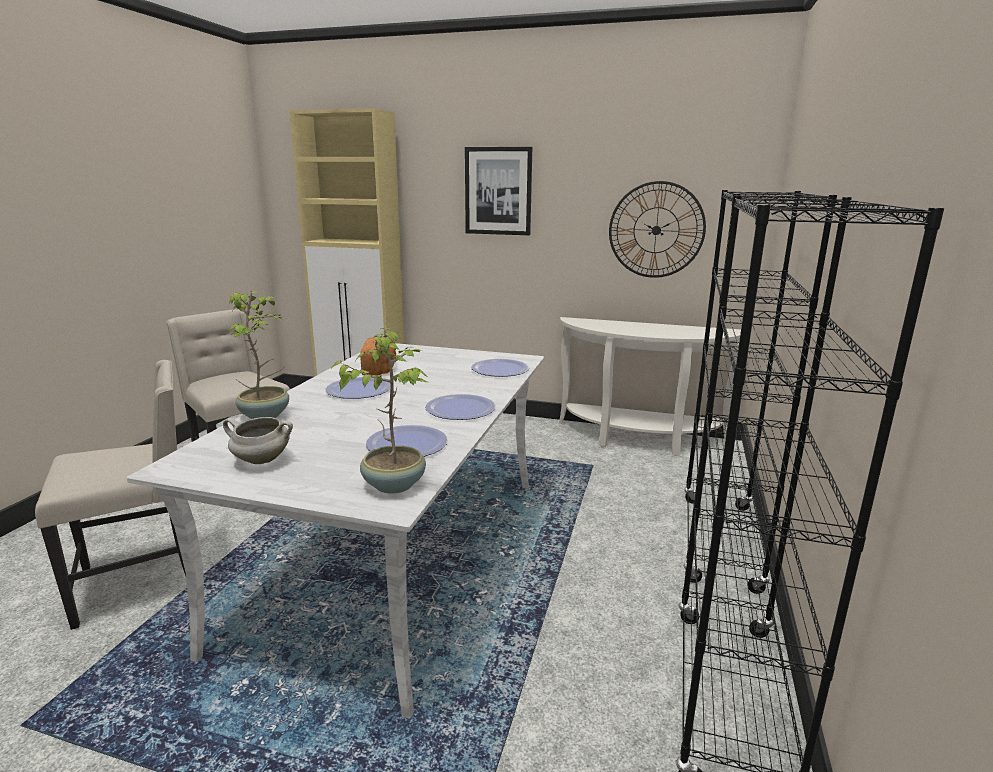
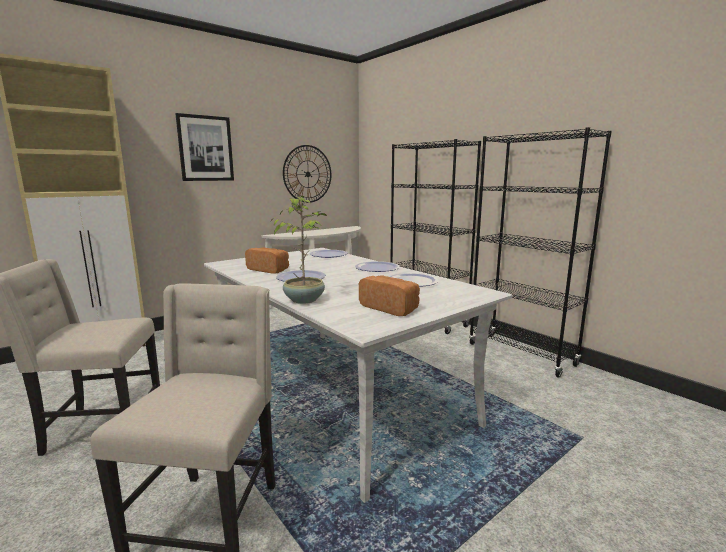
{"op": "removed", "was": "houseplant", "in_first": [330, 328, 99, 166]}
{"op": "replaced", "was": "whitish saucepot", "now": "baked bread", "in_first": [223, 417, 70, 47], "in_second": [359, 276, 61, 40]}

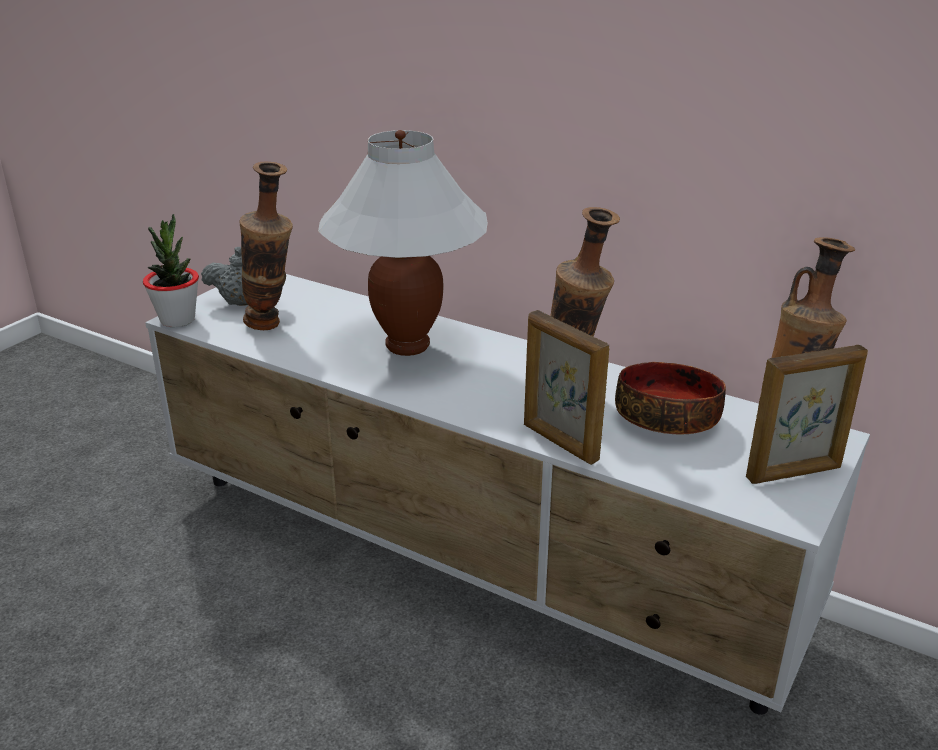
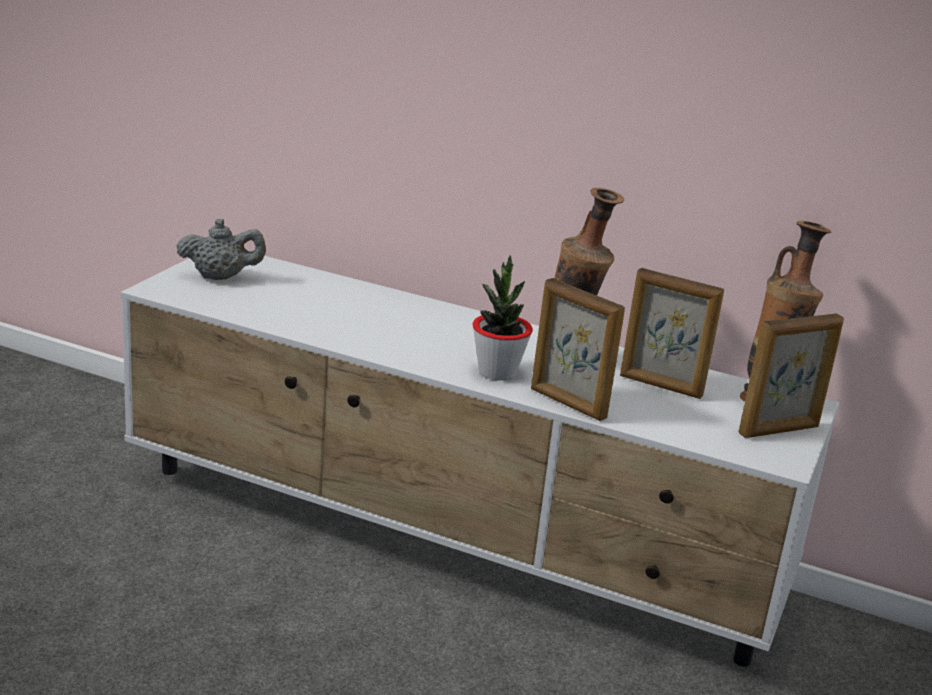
{"op": "removed", "was": "decorative vase", "in_first": [239, 162, 54, 168]}
{"op": "removed", "was": "whitish table lamp", "in_first": [318, 130, 170, 226]}
{"op": "moved", "was": "houseplant", "in_first": [143, 214, 56, 113], "in_second": [472, 255, 61, 126]}
{"op": "replaced", "was": "serving bowl", "now": "standing frame", "in_first": [615, 362, 111, 72], "in_second": [620, 268, 104, 131]}

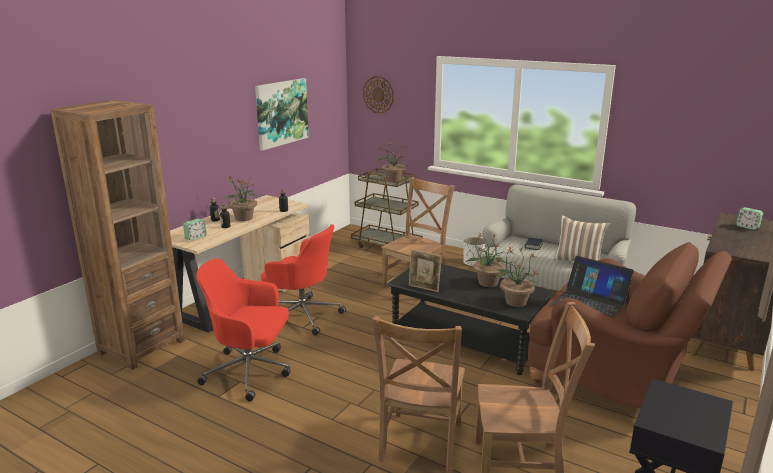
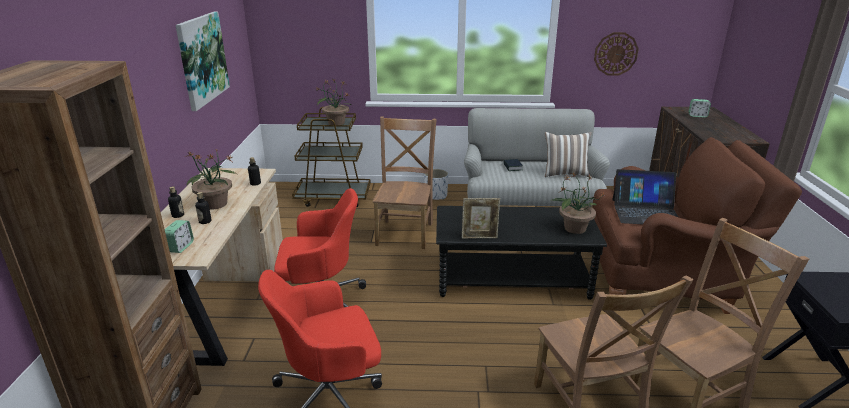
{"op": "removed", "was": "houseplant", "in_first": [466, 233, 45, 54]}
{"op": "moved", "was": "wall clock", "in_first": [363, 76, 31, 38], "in_second": [594, 32, 45, 44]}

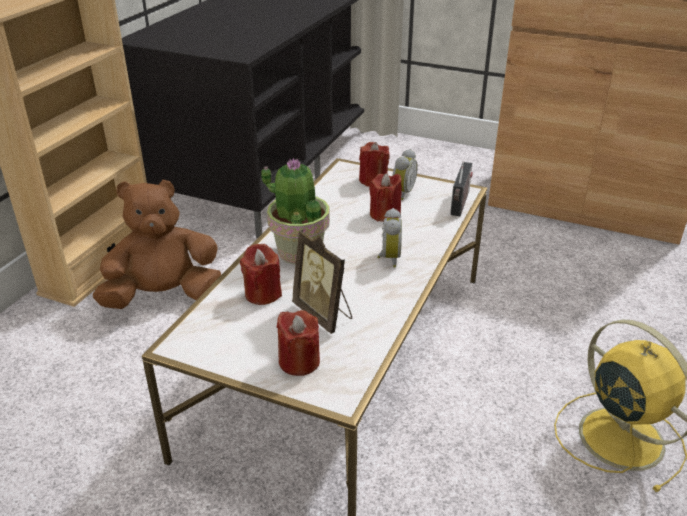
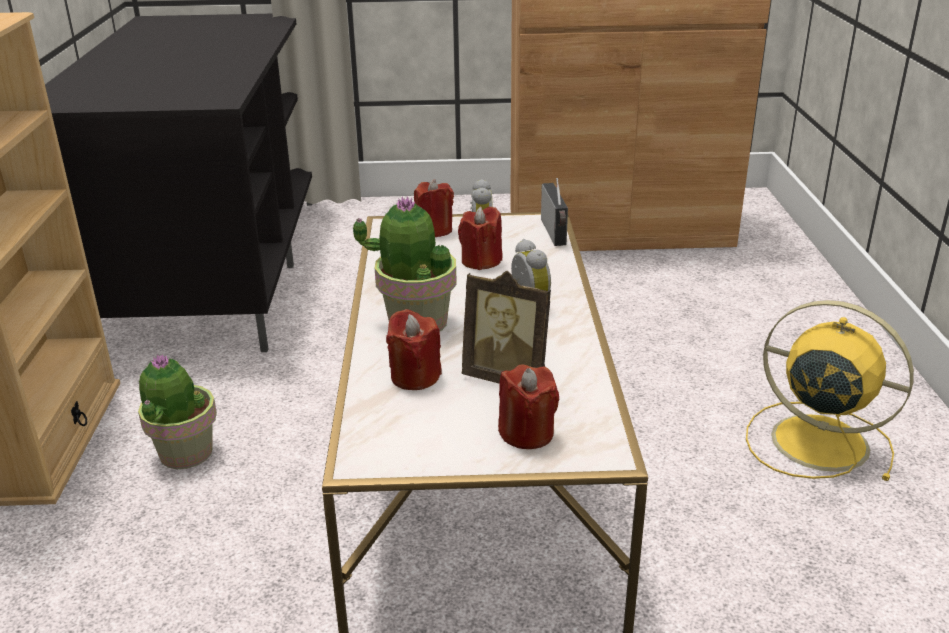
{"op": "replaced", "was": "brownish soft toy", "now": "houseplant", "in_first": [93, 180, 128, 129], "in_second": [138, 354, 79, 115]}

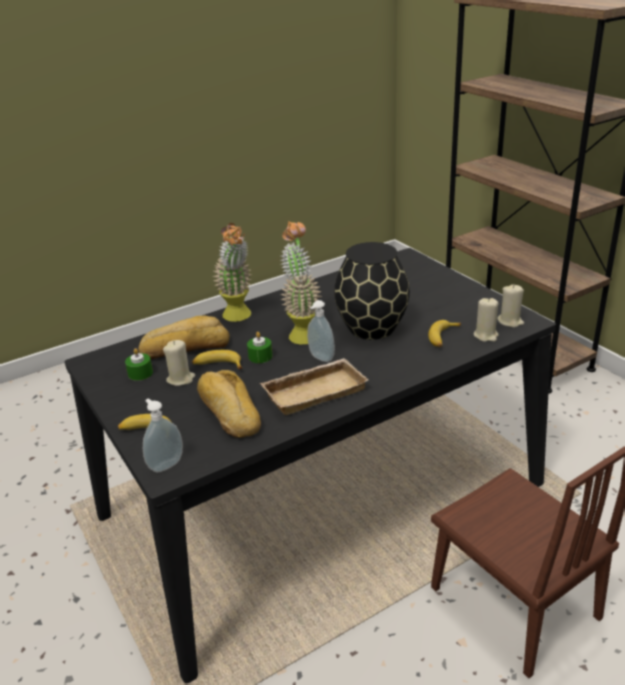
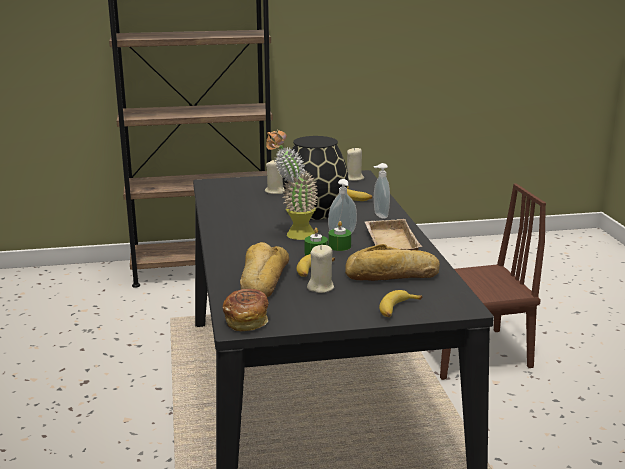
{"op": "removed", "was": "houseplant", "in_first": [213, 223, 38, 99]}
{"op": "added", "now": "baked bread", "in_second": [222, 289, 47, 42]}
{"op": "moved", "was": "green wax candle", "in_first": [125, 348, 28, 33], "in_second": [328, 221, 23, 30]}
{"op": "moved", "was": "soap bottle", "in_first": [143, 399, 40, 73], "in_second": [373, 163, 17, 56]}
{"op": "moved", "was": "sand-coloured wax candle", "in_first": [474, 298, 25, 44], "in_second": [265, 159, 20, 35]}

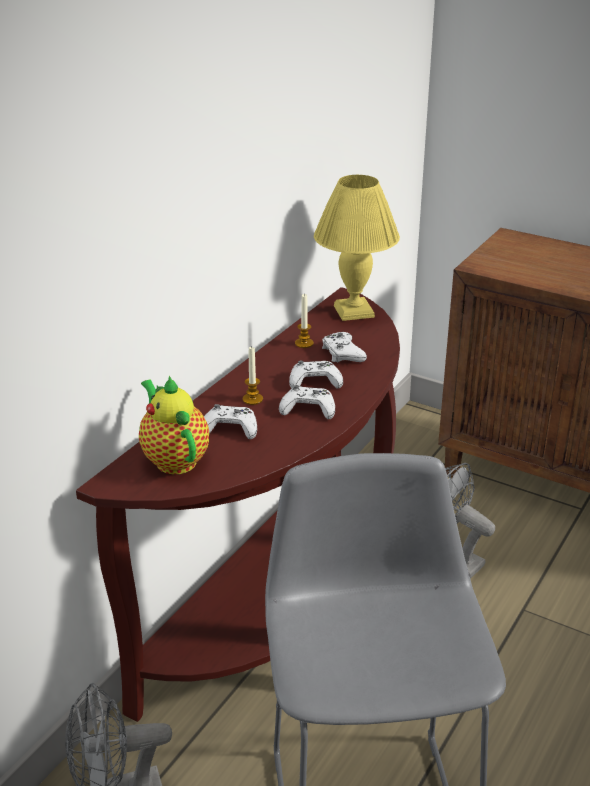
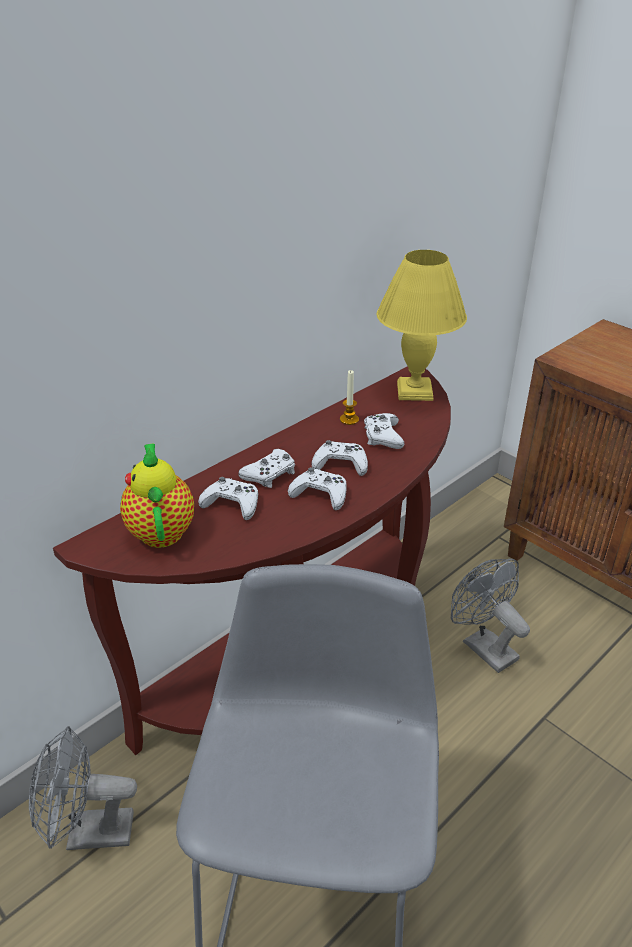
{"op": "replaced", "was": "wax candle", "now": "whitish gamepad", "in_first": [243, 346, 20, 59], "in_second": [238, 449, 57, 39]}

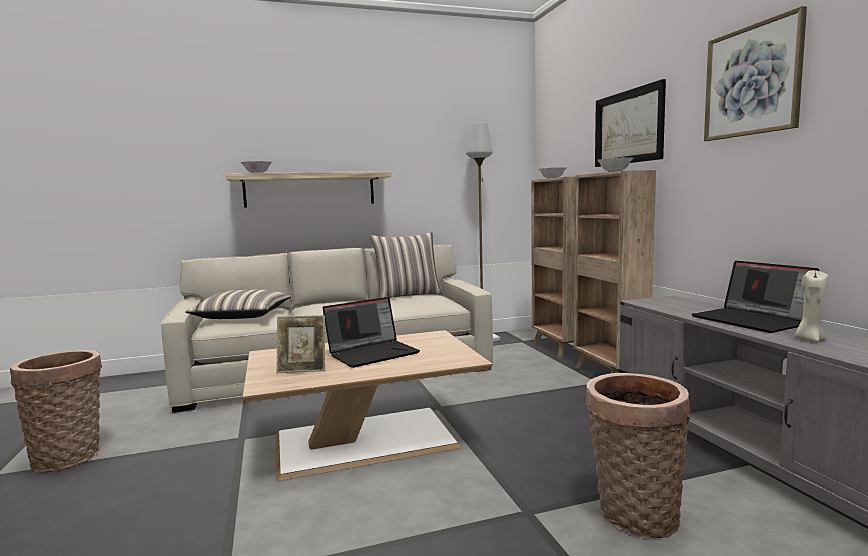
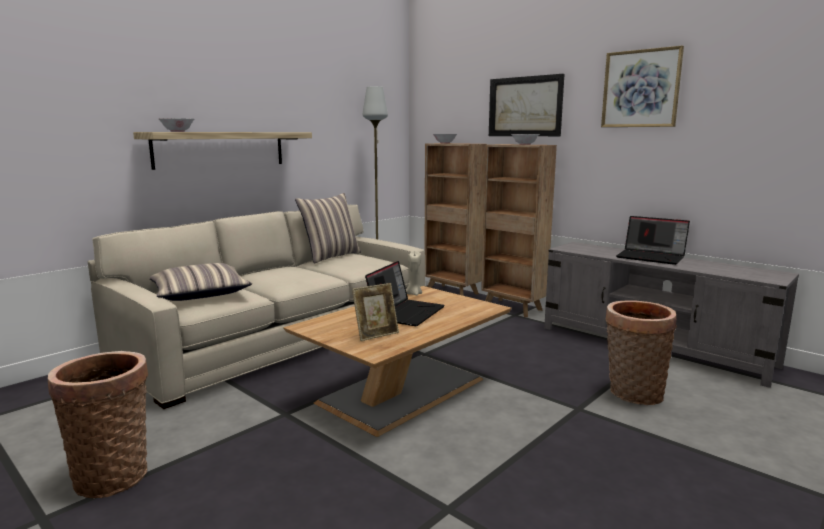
{"op": "moved", "was": "sand-coloured wax candle", "in_first": [795, 270, 33, 72], "in_second": [406, 251, 16, 44]}

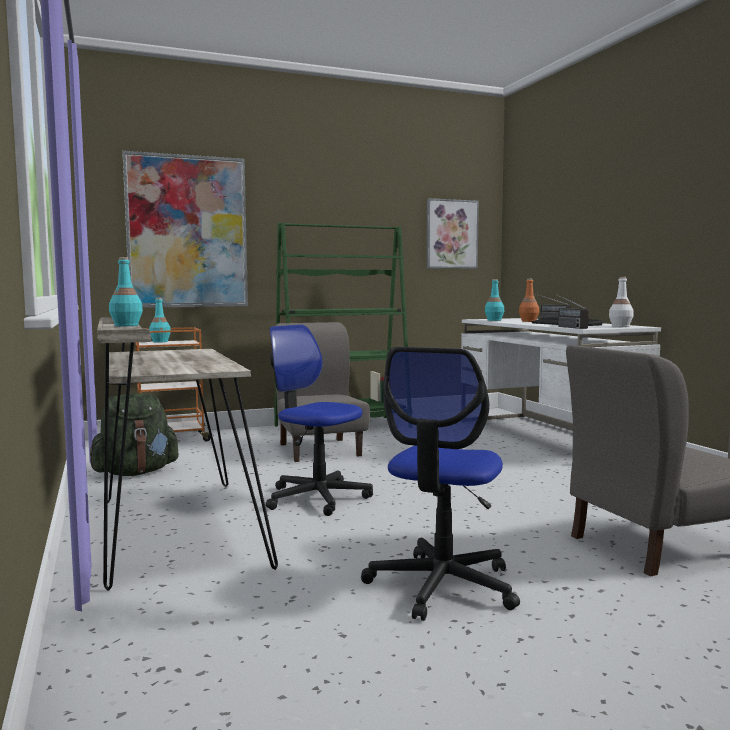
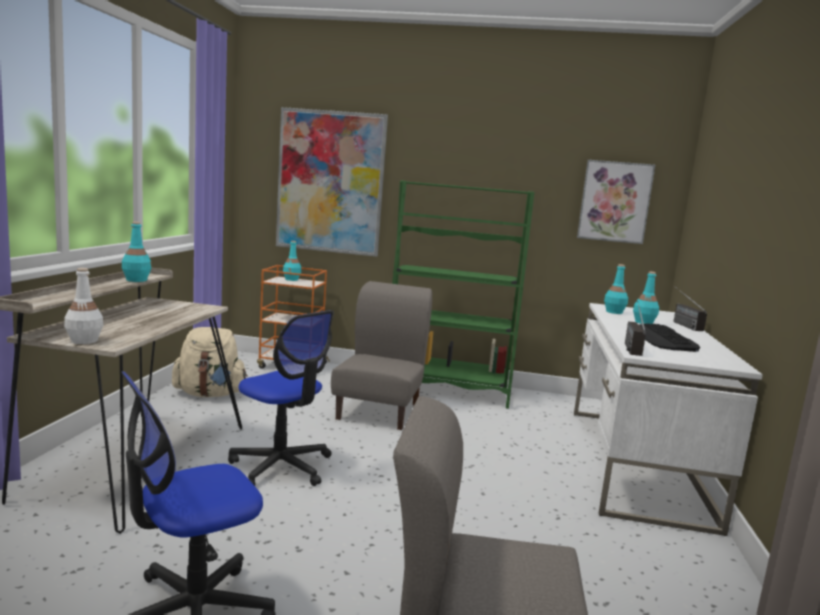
{"op": "moved", "was": "whitish bottle", "in_first": [609, 277, 25, 50], "in_second": [64, 268, 39, 76]}
{"op": "recoloured", "was": "green rucksack", "now": "sand-coloured rucksack", "in_first": [90, 393, 90, 83], "in_second": [172, 327, 76, 70]}
{"op": "recoloured", "was": "orange bottle", "now": "turquoise bottle", "in_first": [519, 279, 20, 43], "in_second": [633, 271, 26, 53]}
{"op": "turned", "was": "computer chair", "in_first": [265, 325, 108, 191], "in_second": [228, 310, 106, 176], "clockwise": 150}

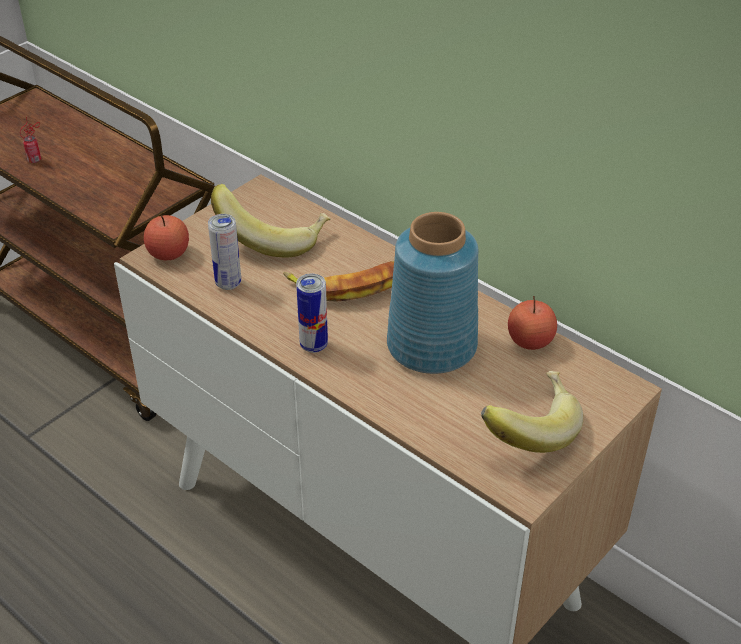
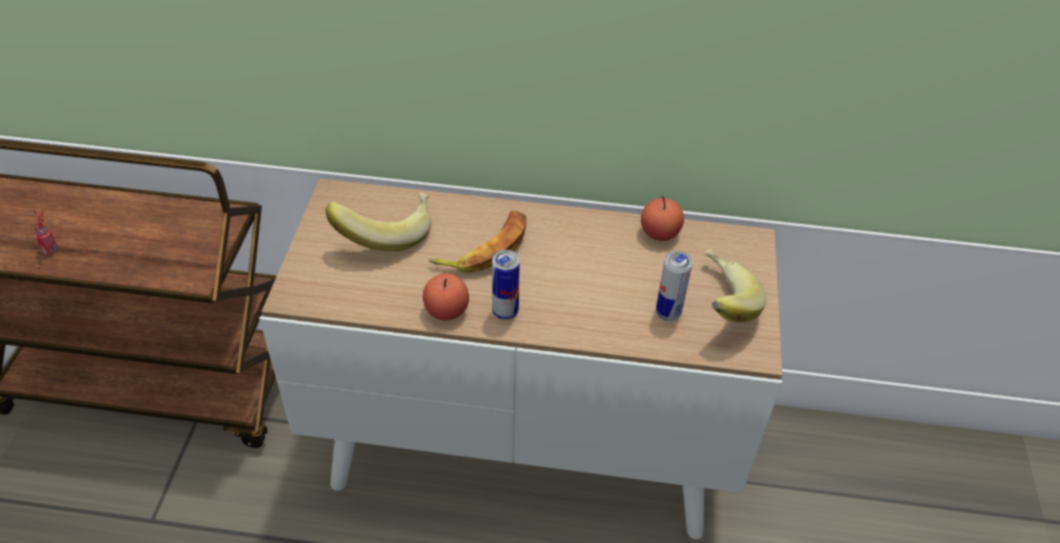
{"op": "removed", "was": "blue-coloured decorative vase", "in_first": [387, 212, 92, 162]}
{"op": "moved", "was": "apple fruit", "in_first": [144, 215, 45, 45], "in_second": [423, 273, 46, 47]}
{"op": "moved", "was": "can", "in_first": [208, 214, 33, 76], "in_second": [656, 251, 36, 70]}

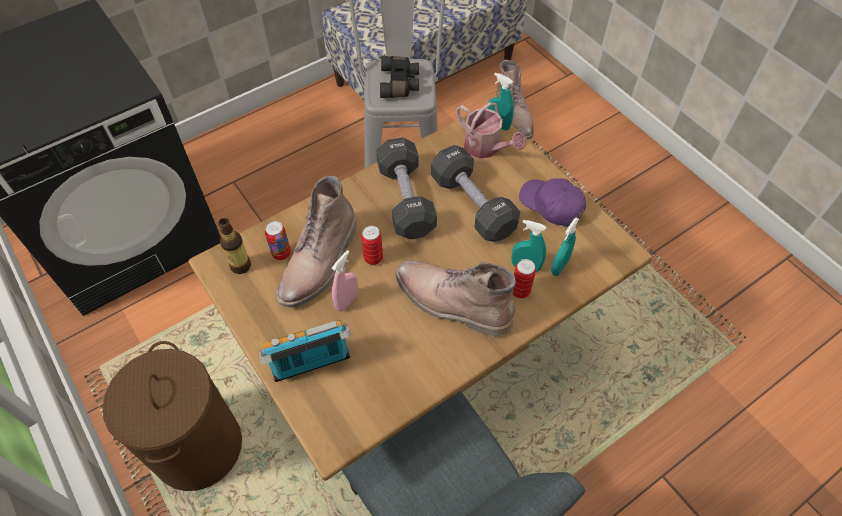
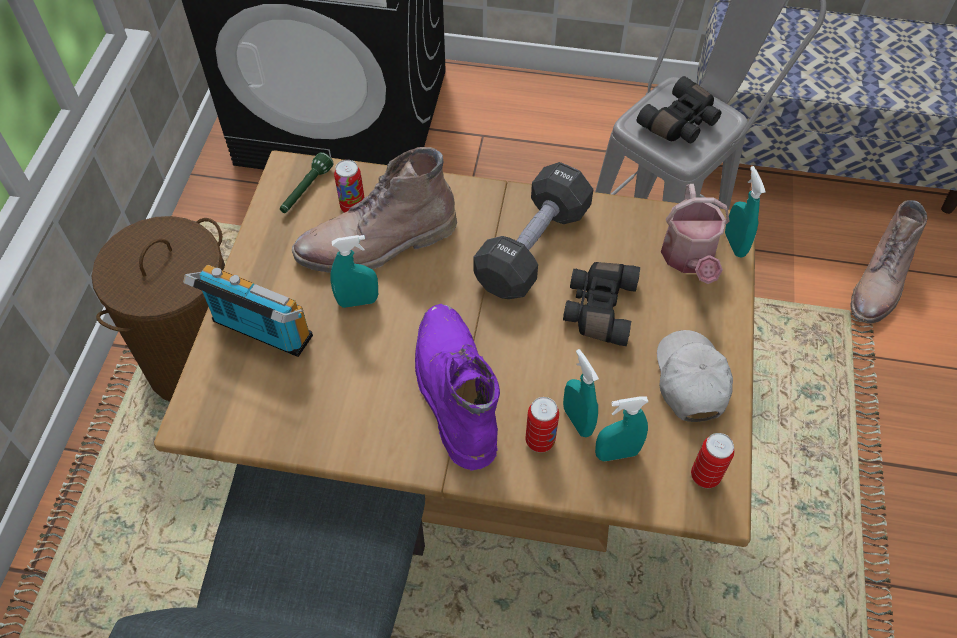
{"op": "moved", "was": "can", "in_first": [361, 226, 22, 39], "in_second": [691, 433, 43, 55]}
{"op": "replaced", "was": "bottle", "now": "green torch", "in_first": [218, 218, 33, 56], "in_second": [280, 152, 53, 61]}
{"op": "replaced", "was": "black dumbbell", "now": "black binoculars", "in_first": [431, 145, 89, 97], "in_second": [563, 262, 77, 84]}
{"op": "recoloured", "was": "pinkish sprayer", "now": "turquoise sprayer", "in_first": [331, 250, 27, 61], "in_second": [330, 235, 48, 73]}
{"op": "recoloured", "was": "brownish high-top boot", "now": "purplish high-top boot", "in_first": [395, 260, 121, 77], "in_second": [415, 304, 85, 166]}
{"op": "recoloured", "was": "purplish cap", "now": "whitish cap", "in_first": [519, 178, 67, 49], "in_second": [657, 330, 76, 92]}

